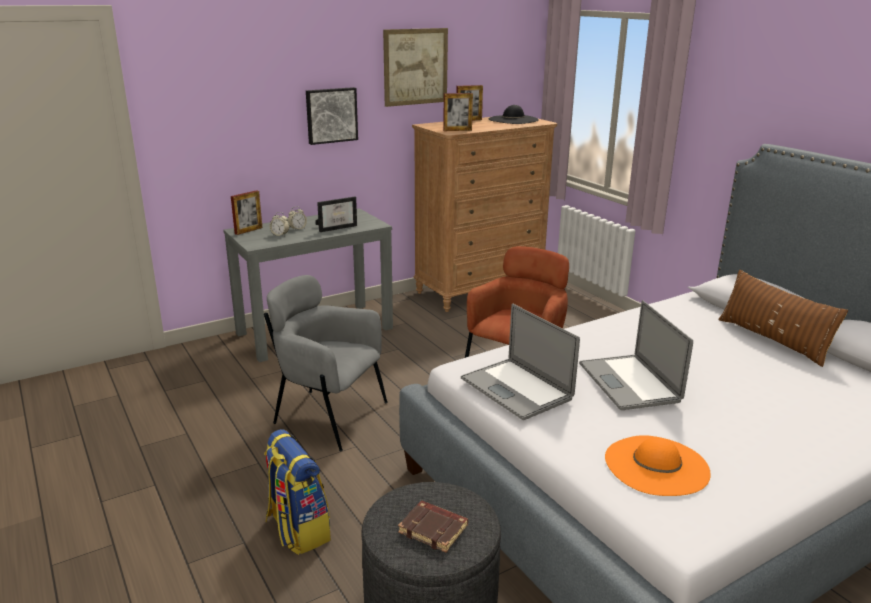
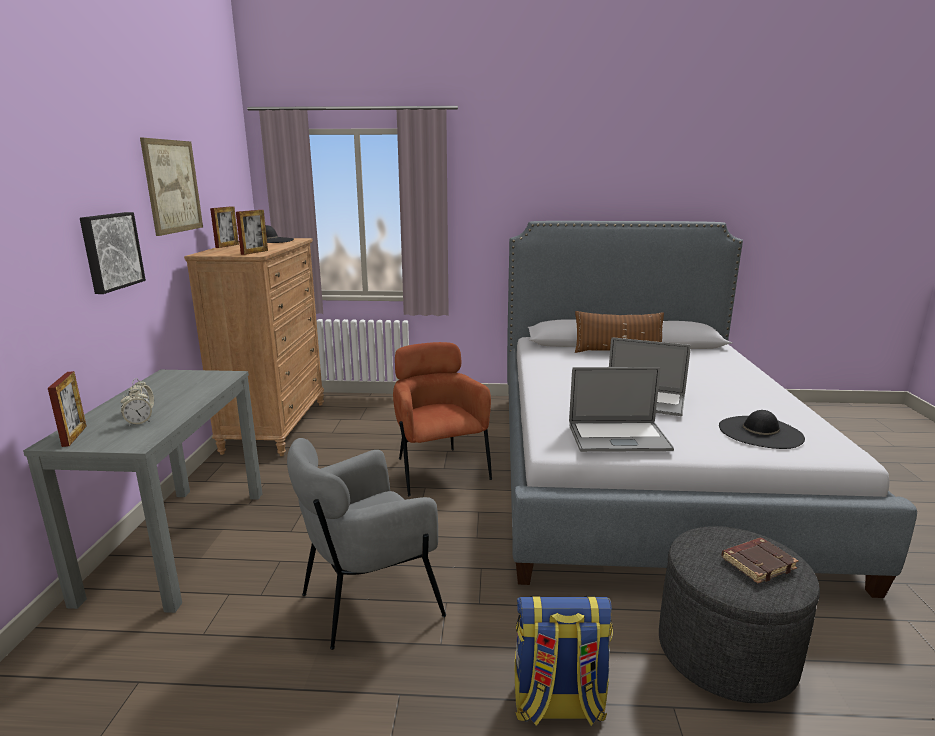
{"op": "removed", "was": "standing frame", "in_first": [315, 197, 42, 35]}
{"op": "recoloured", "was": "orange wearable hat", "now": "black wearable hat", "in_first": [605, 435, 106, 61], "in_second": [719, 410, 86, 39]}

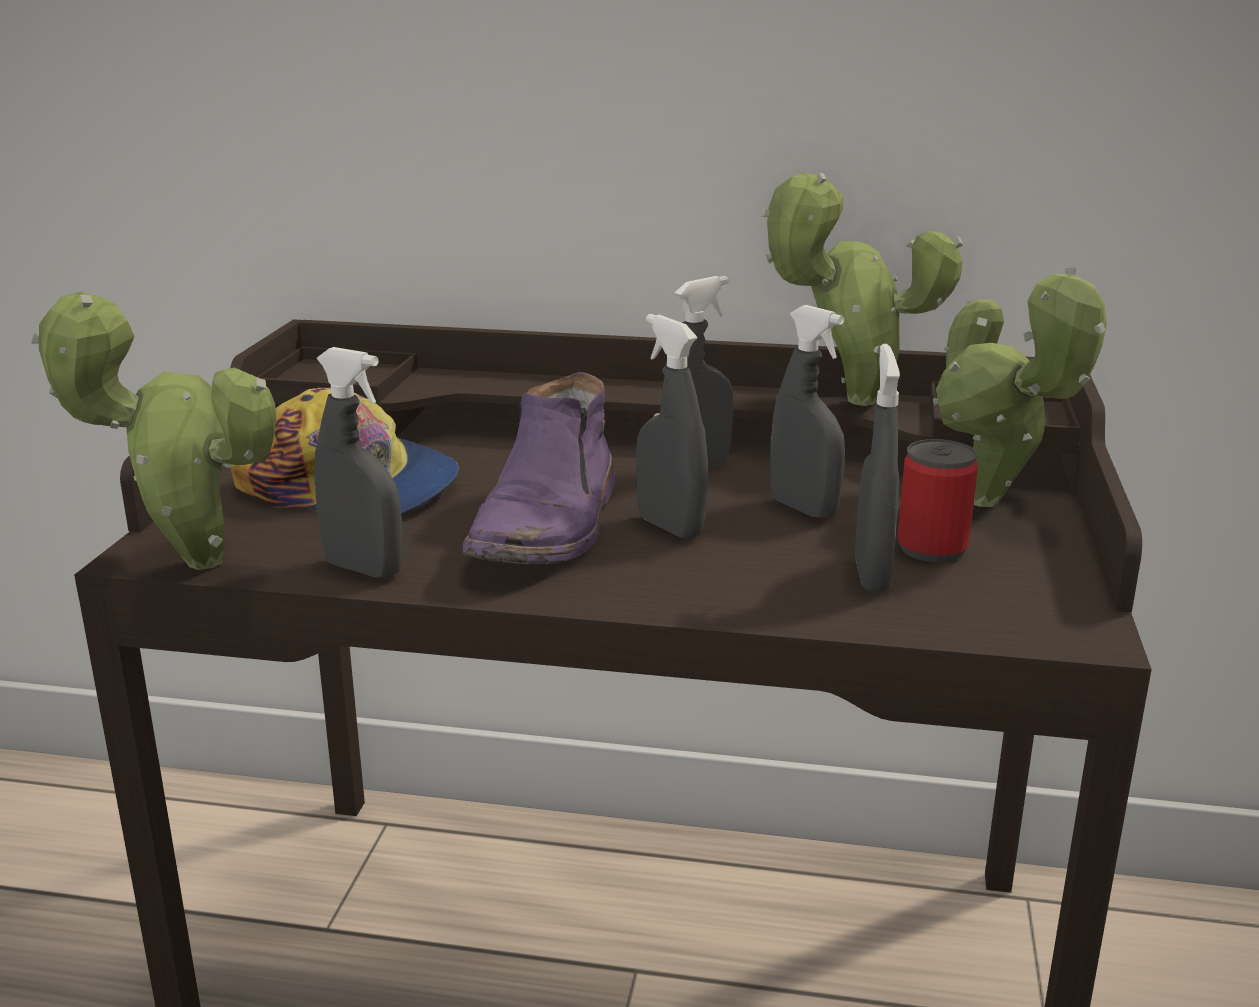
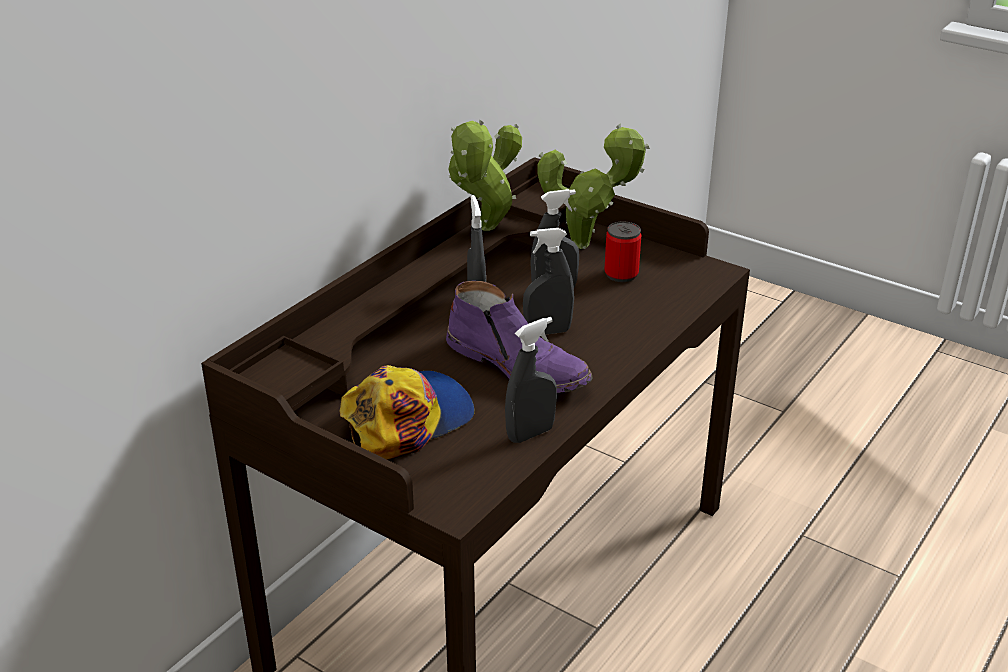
{"op": "removed", "was": "houseplant", "in_first": [31, 292, 245, 278]}
{"op": "removed", "was": "greyish sprayer", "in_first": [855, 344, 45, 248]}

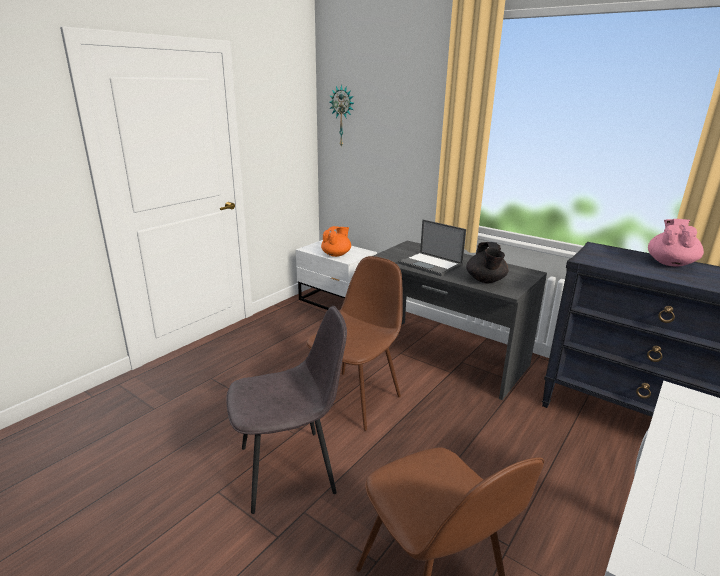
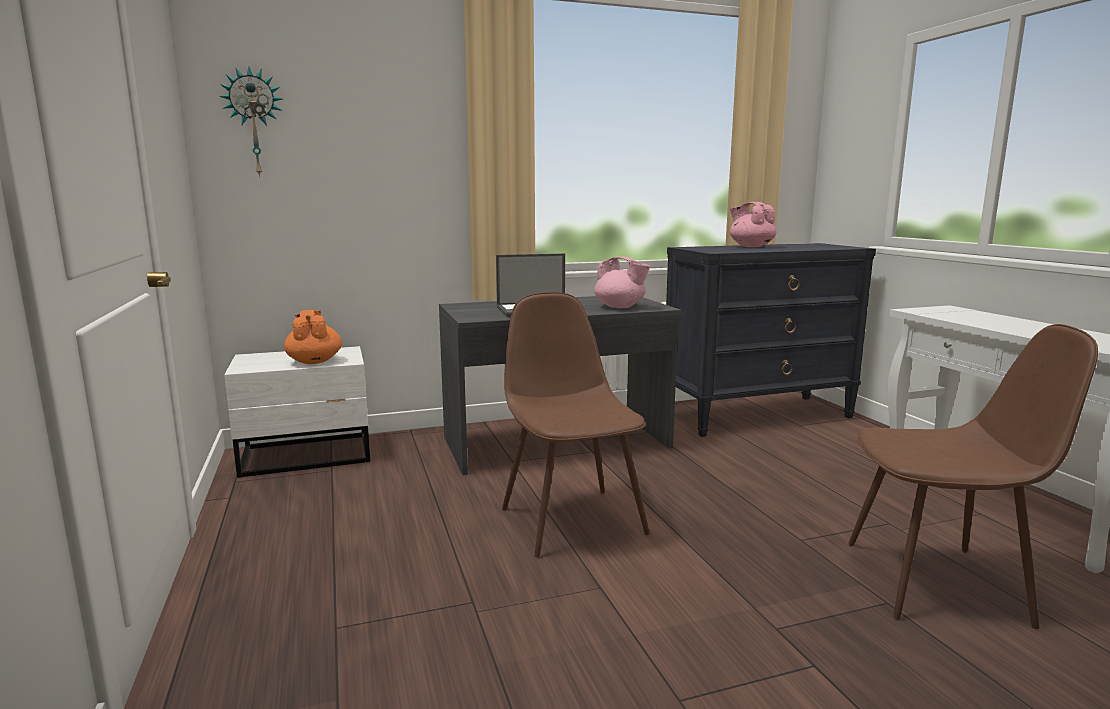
{"op": "removed", "was": "greyish plain chair", "in_first": [226, 306, 121, 208]}
{"op": "recoloured", "was": "black pot for tea", "now": "pinkish pot for tea", "in_first": [466, 242, 42, 41], "in_second": [594, 257, 57, 51]}

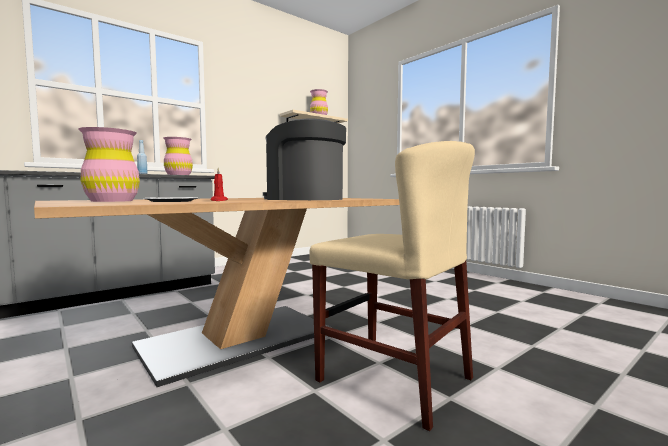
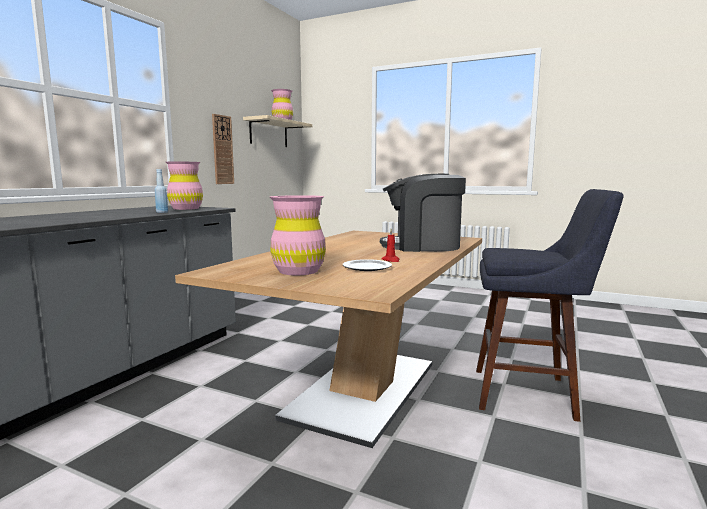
{"op": "added", "now": "wall clock", "in_second": [212, 114, 22, 70]}
{"op": "replaced", "was": "sand-coloured plain chair", "now": "blue-coloured sitting stool", "in_first": [309, 141, 166, 290], "in_second": [476, 189, 148, 233]}

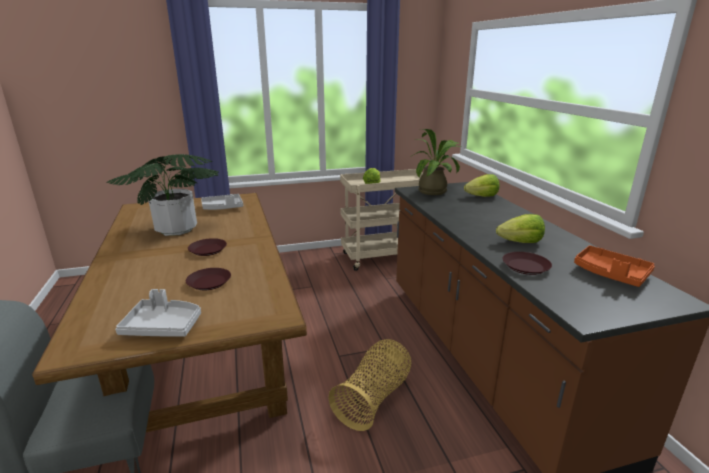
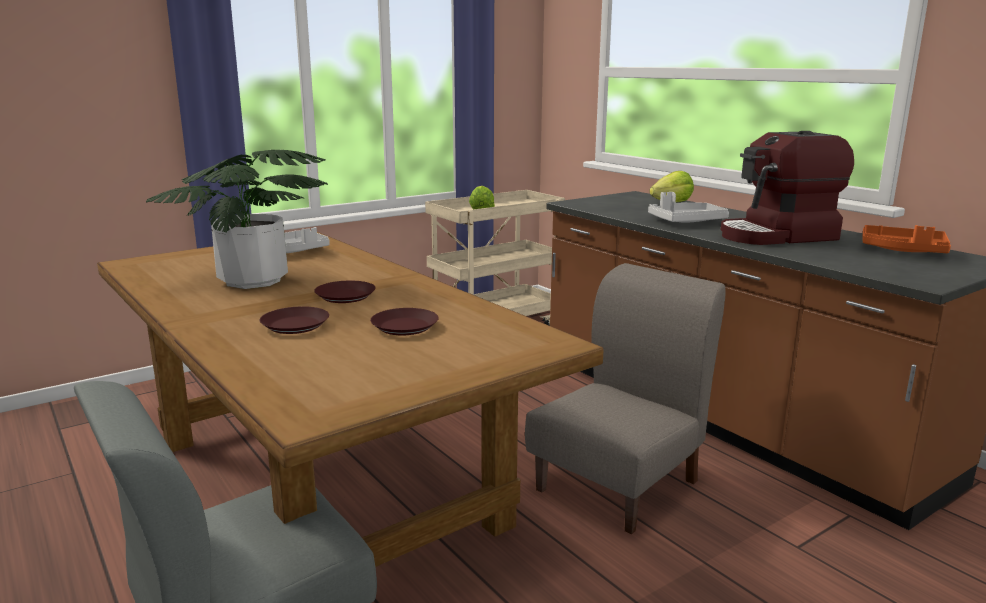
{"op": "removed", "was": "houseplant", "in_first": [412, 129, 50, 66]}
{"op": "moved", "was": "greyish carrying tray", "in_first": [115, 289, 86, 48], "in_second": [648, 192, 81, 31]}
{"op": "moved", "was": "brownish dinner plate", "in_first": [503, 252, 49, 23], "in_second": [260, 306, 69, 28]}
{"op": "replaced", "was": "basket", "now": "greyish plain chair", "in_first": [328, 339, 83, 92], "in_second": [525, 263, 201, 271]}
{"op": "replaced", "was": "lettuce", "now": "coffee brewer", "in_first": [496, 214, 49, 29], "in_second": [721, 131, 133, 114]}

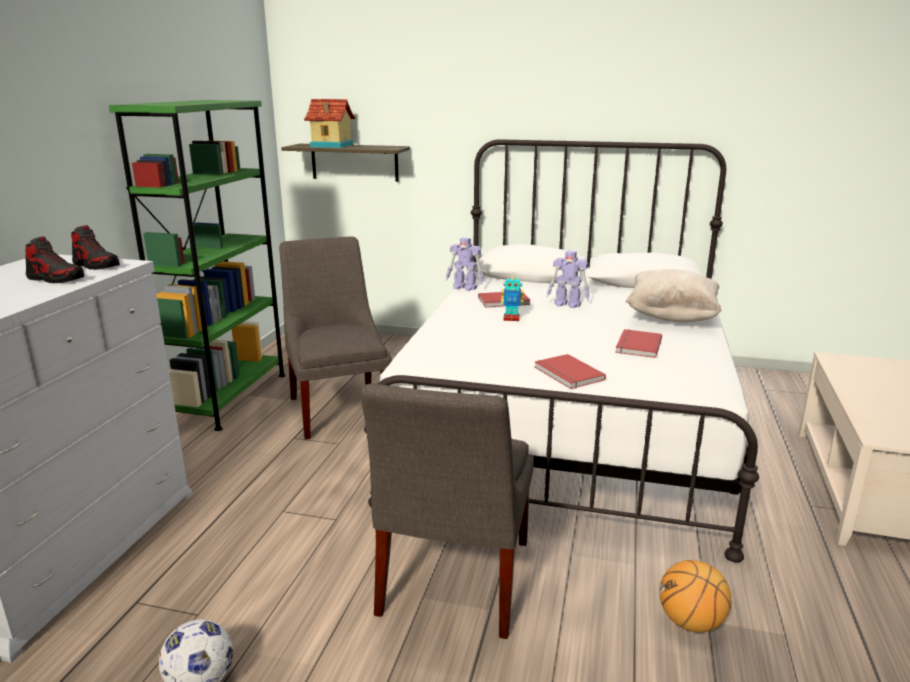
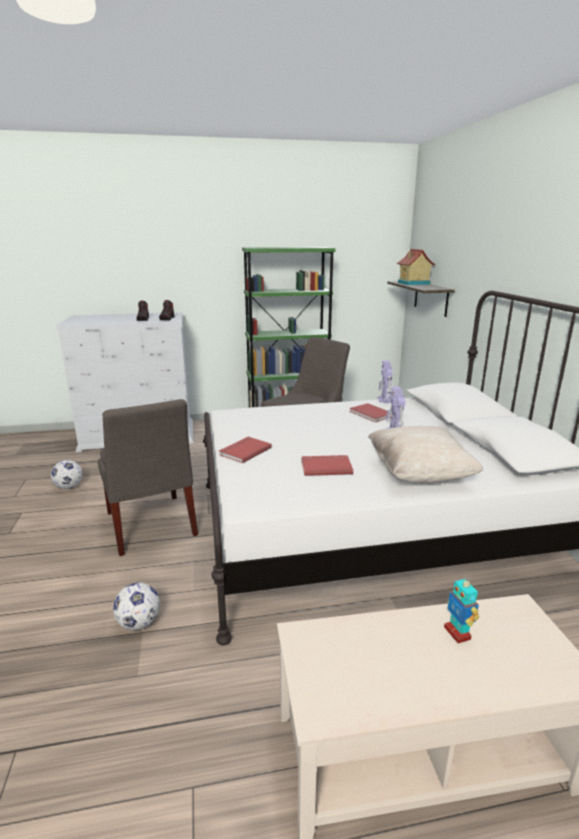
{"op": "moved", "was": "model robot", "in_first": [501, 274, 23, 47], "in_second": [444, 576, 35, 67]}
{"op": "replaced", "was": "basketball", "now": "football ball", "in_first": [659, 560, 72, 73], "in_second": [113, 582, 47, 48]}
{"op": "turned", "was": "greyish plain chair", "in_first": [360, 383, 174, 256], "in_second": [97, 399, 101, 157], "clockwise": -105}

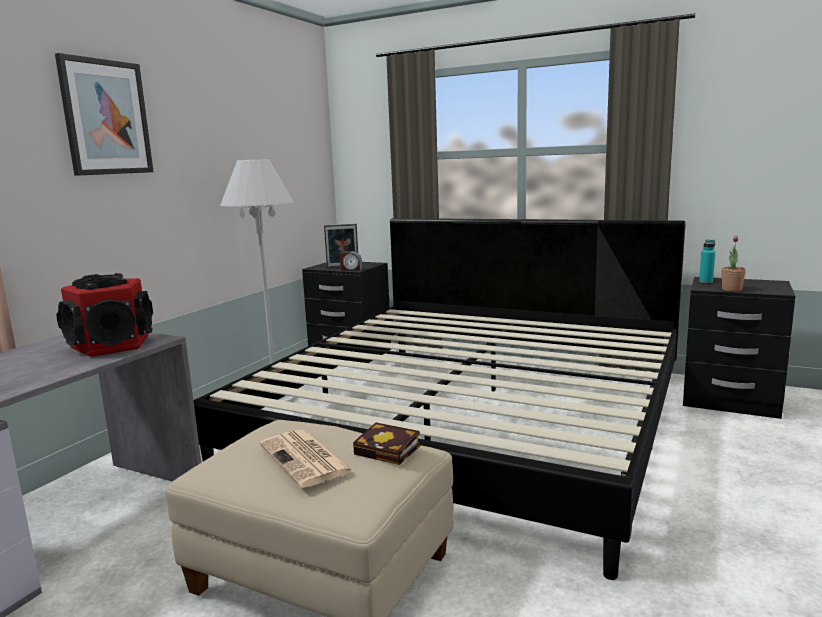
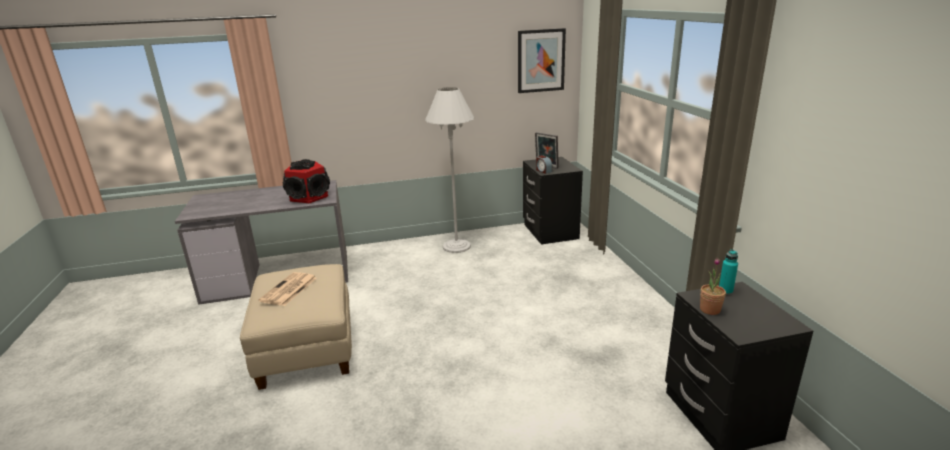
{"op": "removed", "was": "sleeping bed", "in_first": [194, 218, 492, 362]}
{"op": "removed", "was": "book", "in_first": [353, 423, 67, 42]}
{"op": "moved", "was": "picture", "in_first": [55, 53, 99, 123], "in_second": [518, 28, 48, 65]}

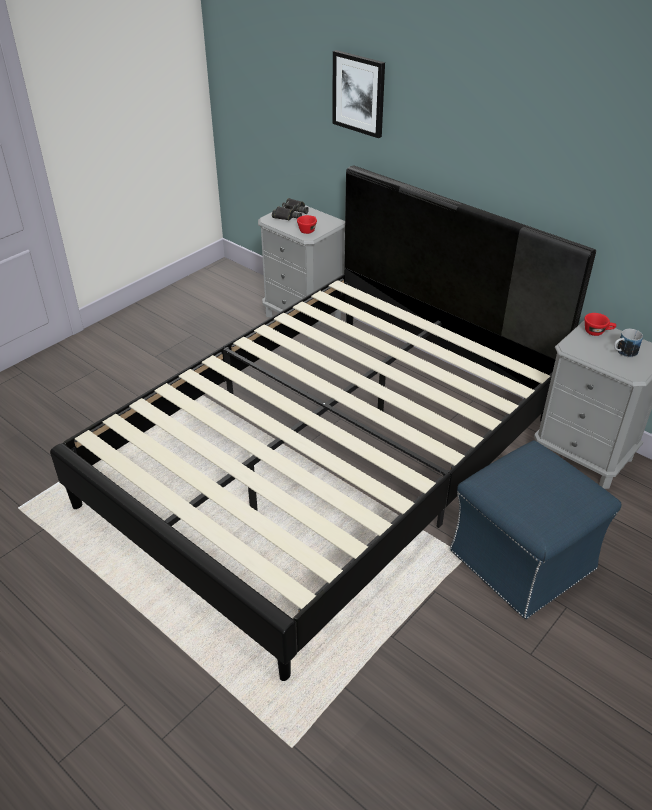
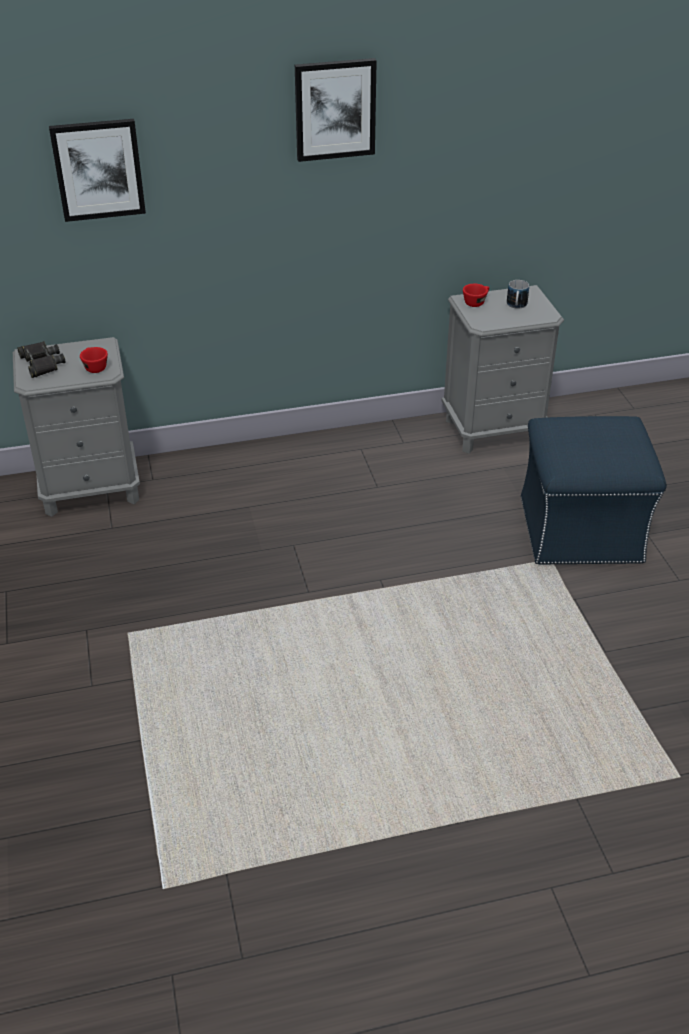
{"op": "removed", "was": "black sleeping bed", "in_first": [50, 165, 546, 516]}
{"op": "added", "now": "picture", "in_second": [295, 58, 82, 104]}

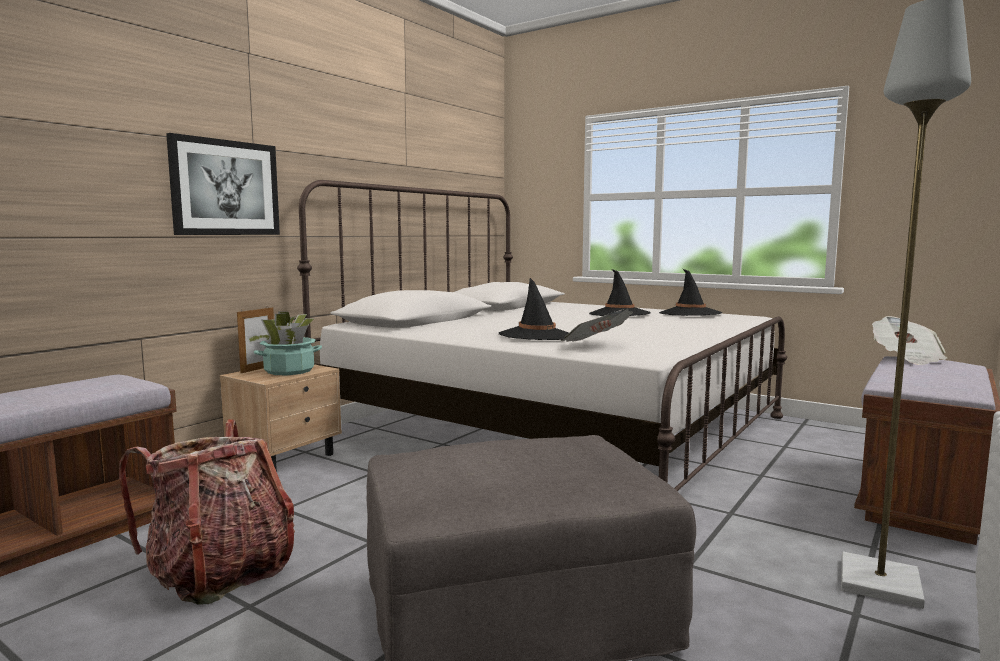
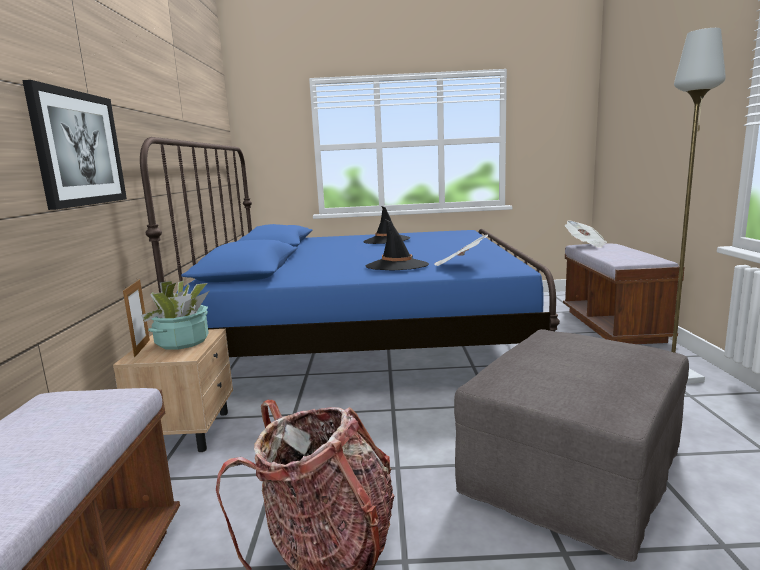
{"op": "removed", "was": "black wearable hat", "in_first": [659, 269, 63, 47]}
{"op": "recoloured", "was": "whitish sleeping bed", "now": "blue-coloured sleeping bed", "in_first": [297, 180, 490, 311], "in_second": [140, 137, 420, 220]}

